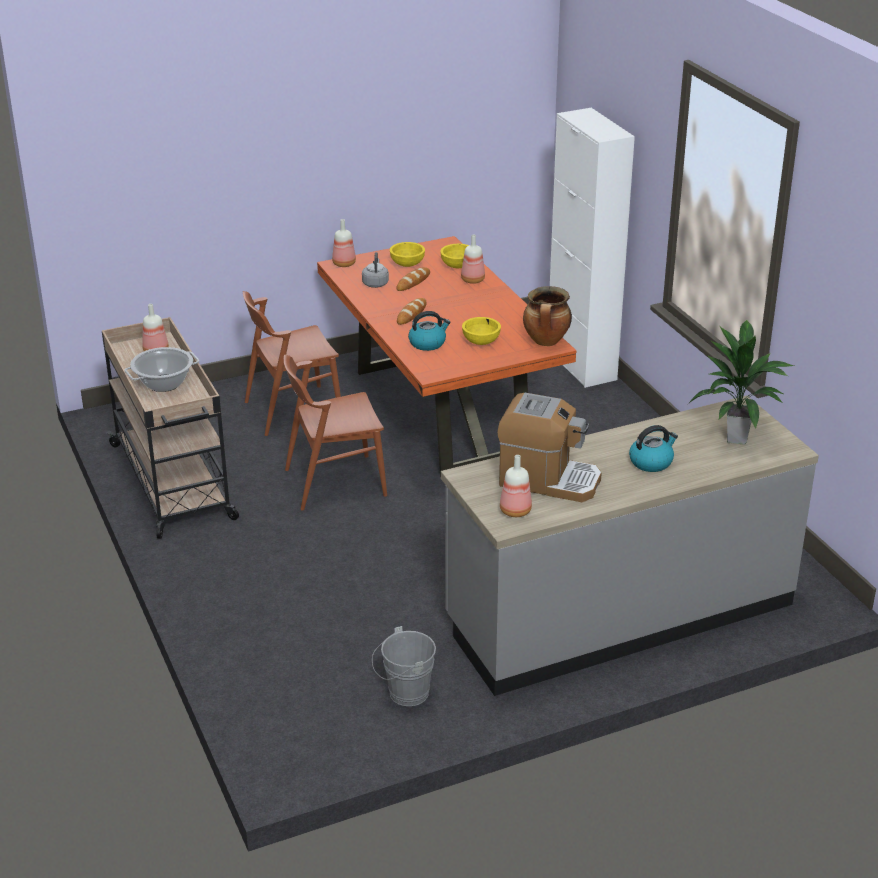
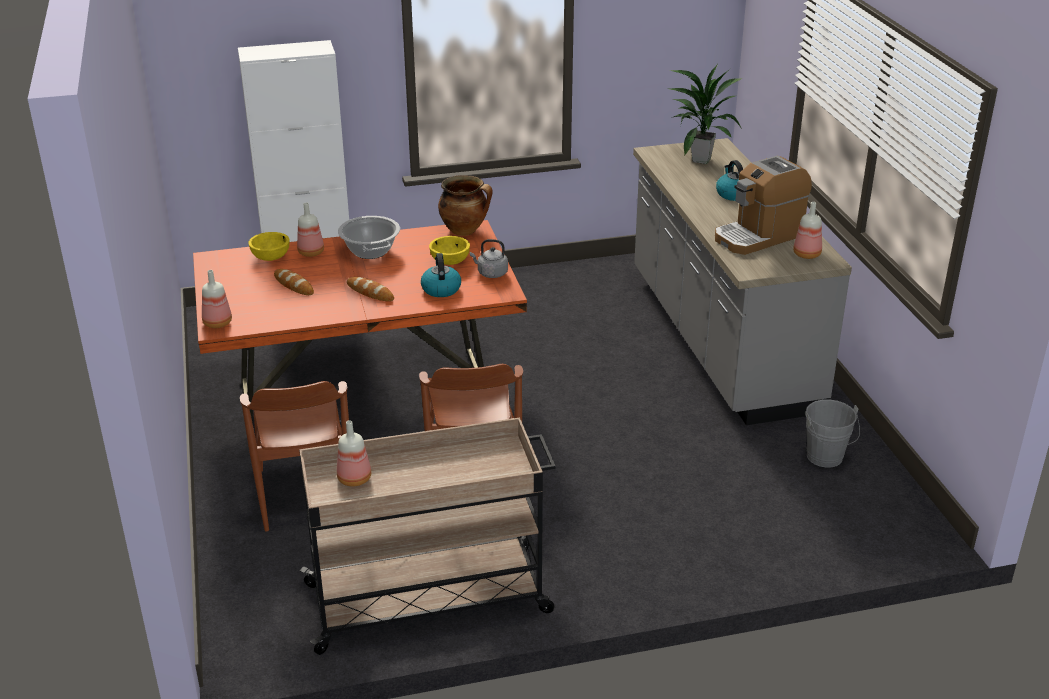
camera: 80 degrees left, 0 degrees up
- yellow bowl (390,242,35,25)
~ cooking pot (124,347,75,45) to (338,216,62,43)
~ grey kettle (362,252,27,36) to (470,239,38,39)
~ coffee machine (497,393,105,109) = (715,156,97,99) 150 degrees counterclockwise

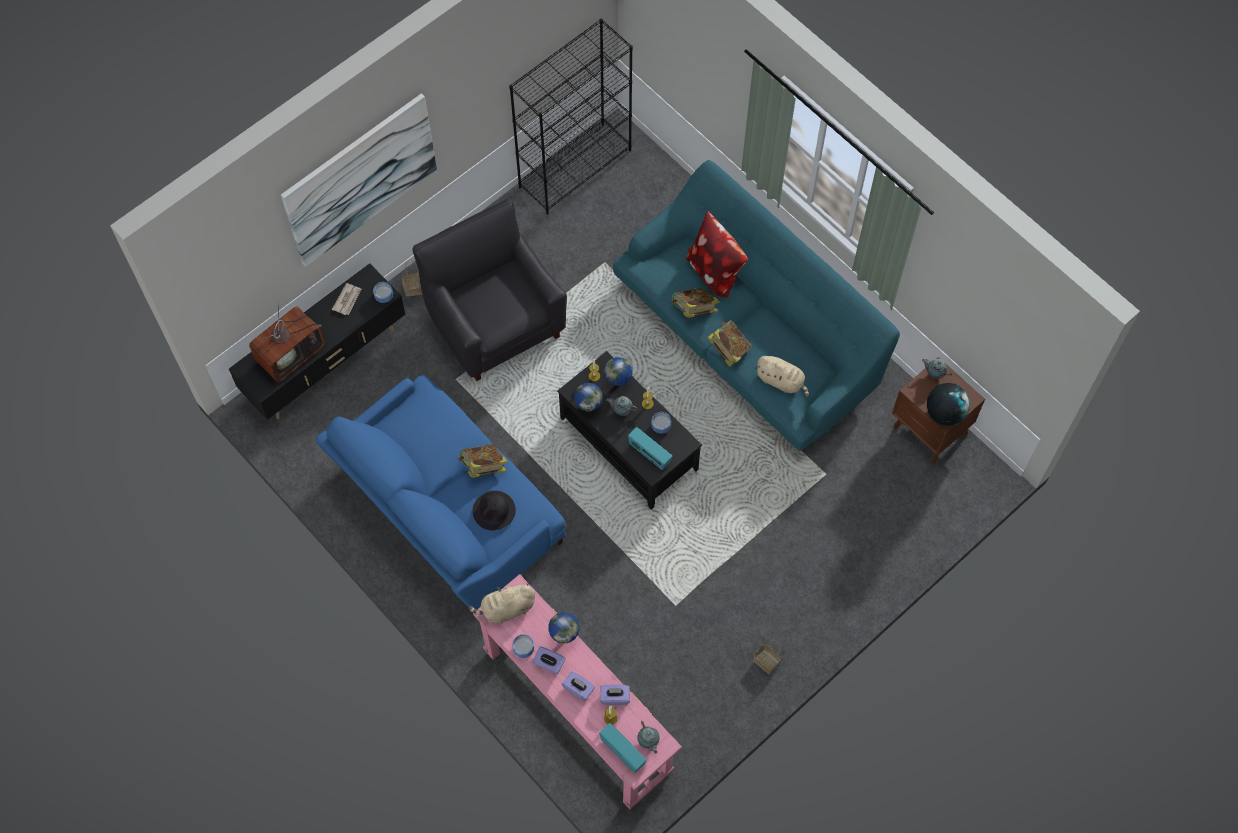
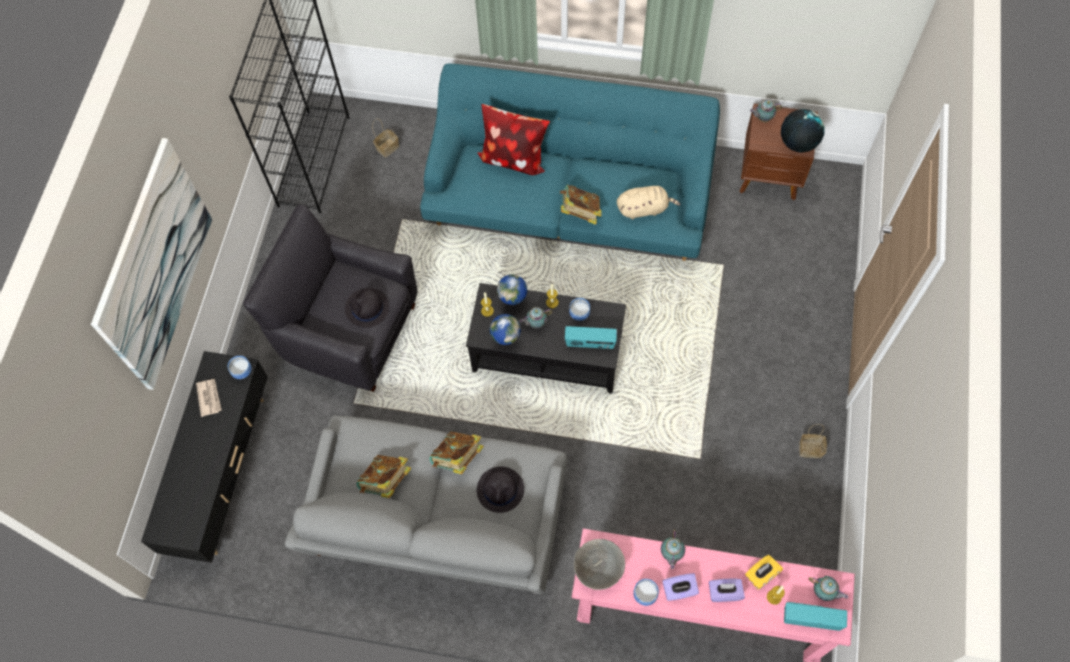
camera: 35 degrees left, 0 degrees up
- television (249,303,76,79)
+ black hat (345,288,44,40)
~ basket (402,260,20,36) to (372,119,27,39)
~ book (671,287,49,31) to (357,455,54,43)
~ beige plush toy (468,581,67,43) to grey bowl (574,539,51,51)
~ globe (548,612,31,32) to teapot (661,529,24,40)
~ blue sofa (315,375,250,234) to grey sofa (285,415,282,179)
~ purple tissue box (600,684,30,21) to yellow tissue box (745,555,38,35)

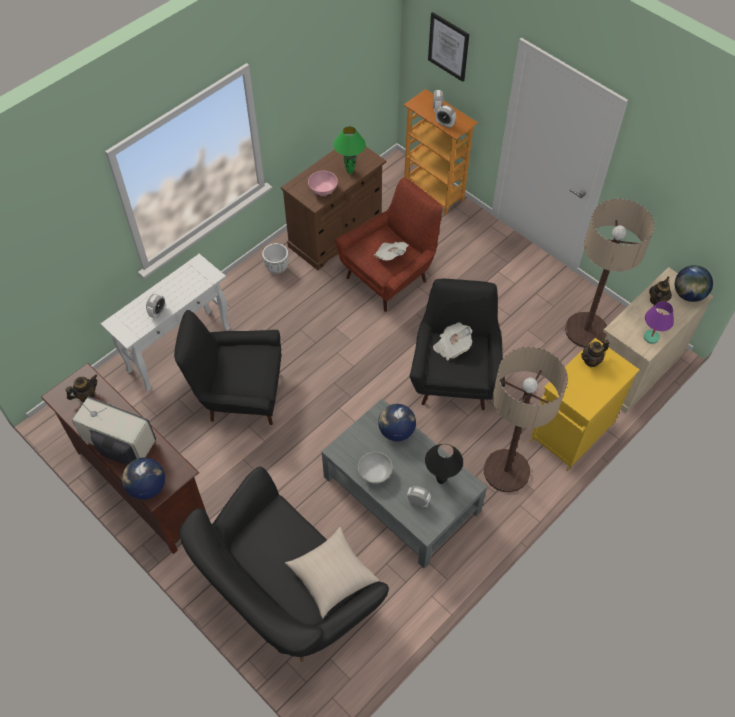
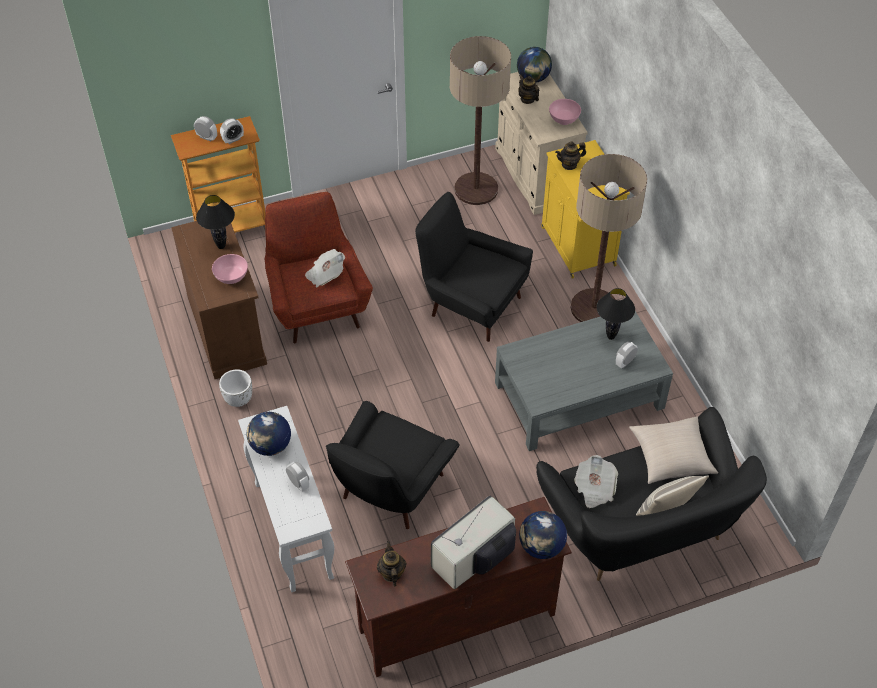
camera: 65 degrees left, 5 degrees down
- white bowl (358,452,35,32)
- picture (428,12,41,70)
+ pillow (636,476,73,40)
~ globe (378,404,38,37) to (247,412,44,44)
~ newspaper (433,322,40,38) to (574,455,44,53)
~ purple table lamp (644,301,30,43) to pink bowl (549,99,32,26)
~ green table lamp (334,126,32,48) to black table lamp (196,195,39,54)
~ teapot (581,340,28,27) = (555,142,31,28) 75 degrees clockwise

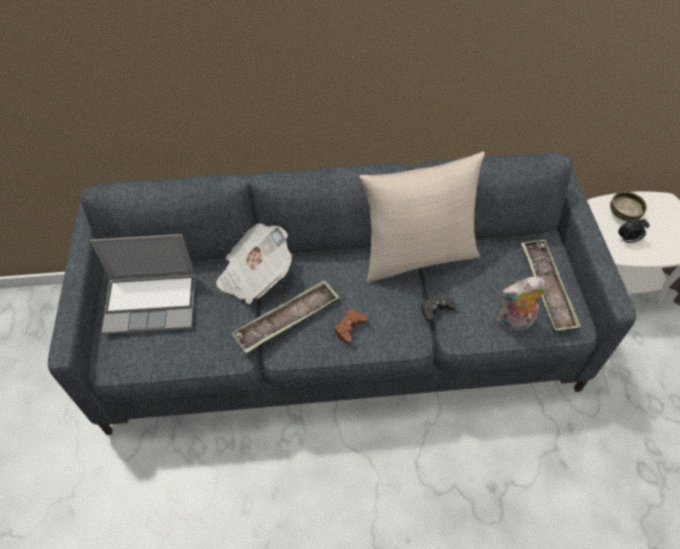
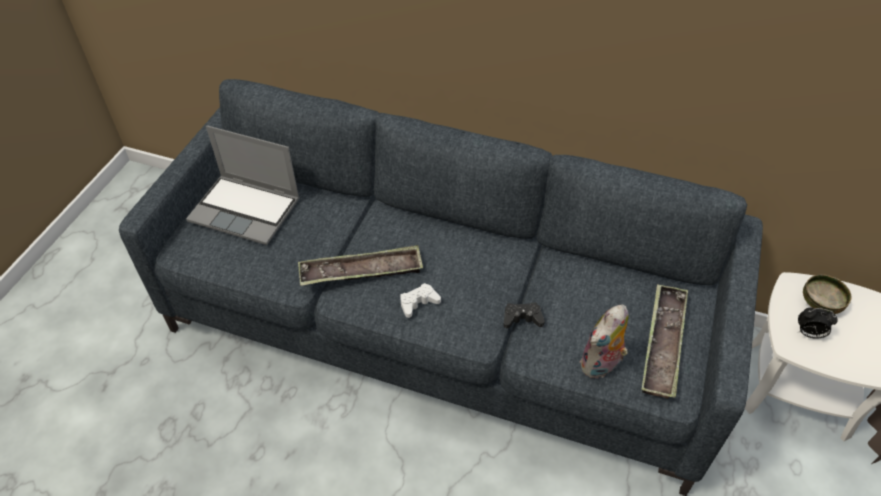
camera: 25 degrees right, 5 degrees down
- newspaper (216,223,76,81)
- beige pillow (359,152,126,131)
~ brown game controller (334,310,34,35) to white game controller (400,283,41,35)
~ plush toy (497,277,49,54) = (580,305,49,73) 60 degrees counterclockwise

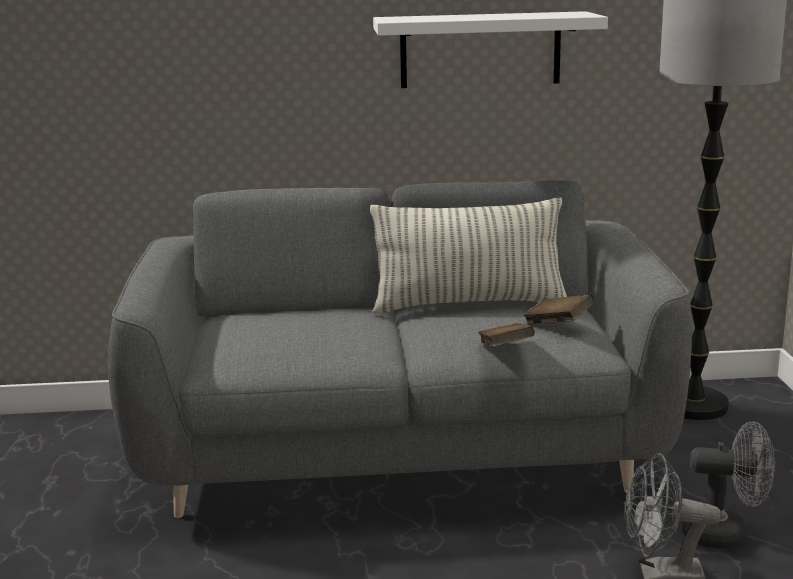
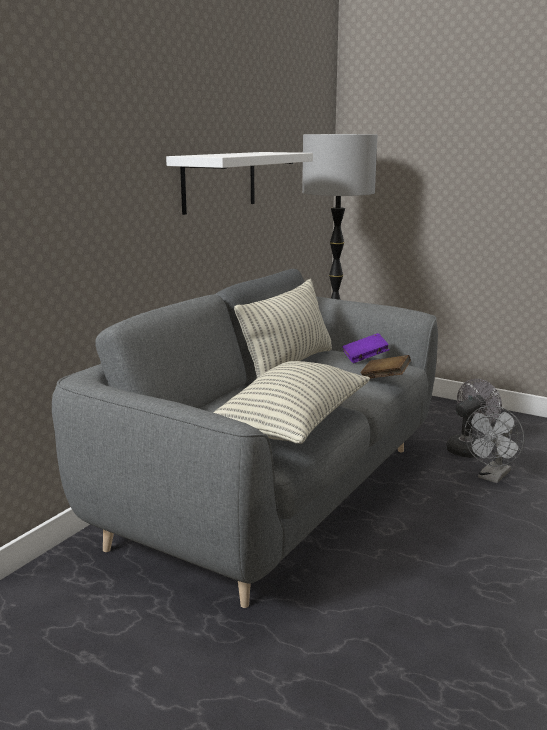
camera: 55 degrees left, 0 degrees up
+ pillow (213,361,157,83)
~ brown book (523,295,71,29) to purple book (342,333,47,30)

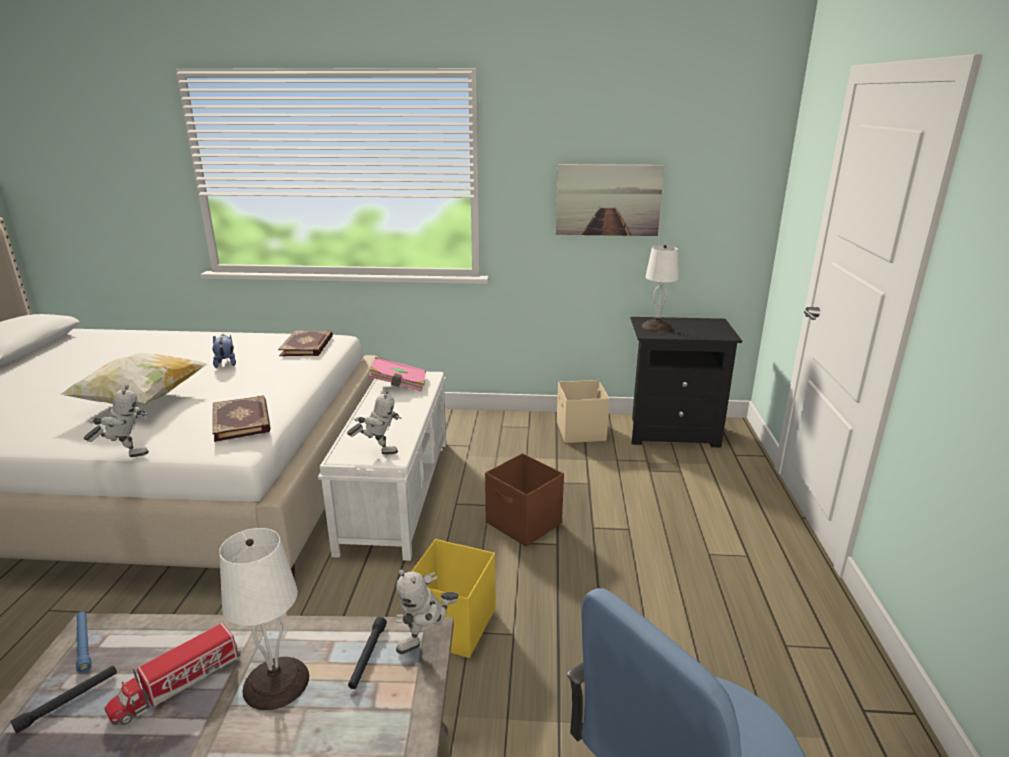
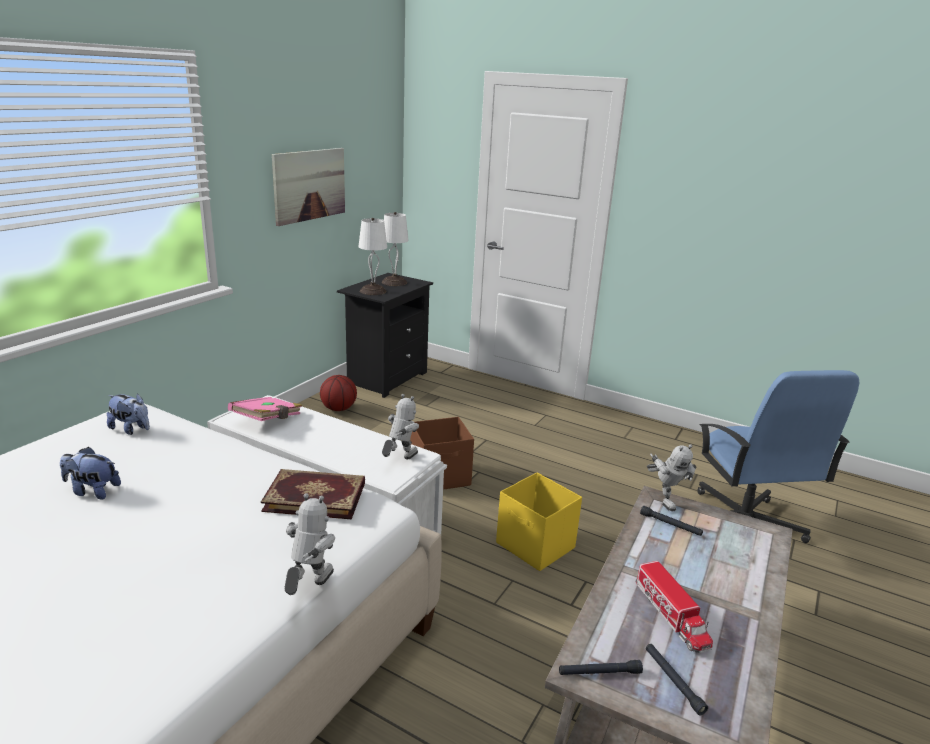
camera: 65 degrees left, 0 degrees up
- pillow (59,353,149,52)
~ white table lamp (219,528,90,182) to (382,212,27,74)
~ book (278,330,55,26) to plush toy (107,393,43,42)
~ beige storage box (557,380,53,63) to basketball (320,375,37,36)
~ blue flashlight (76,612,16,61) to black flashlight (559,660,84,15)

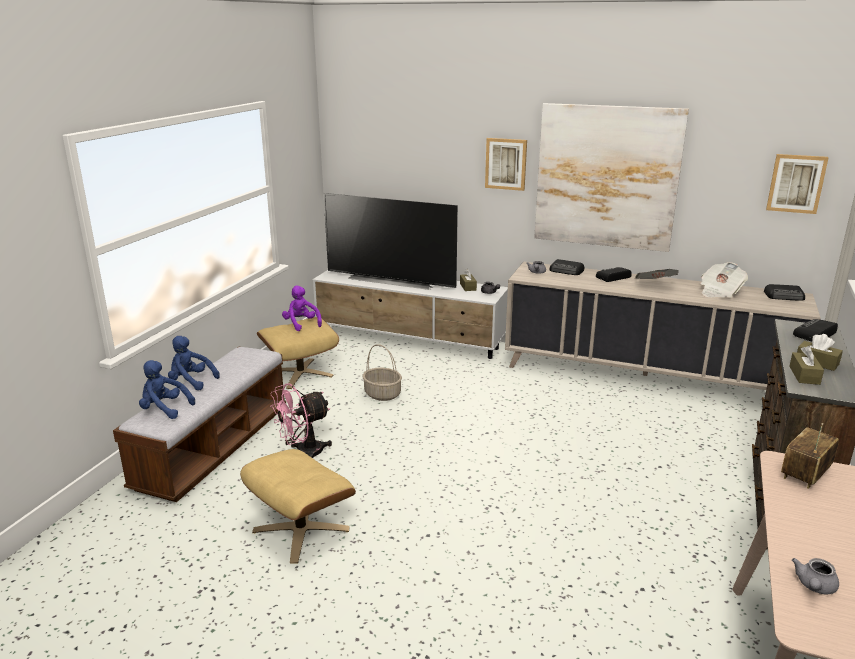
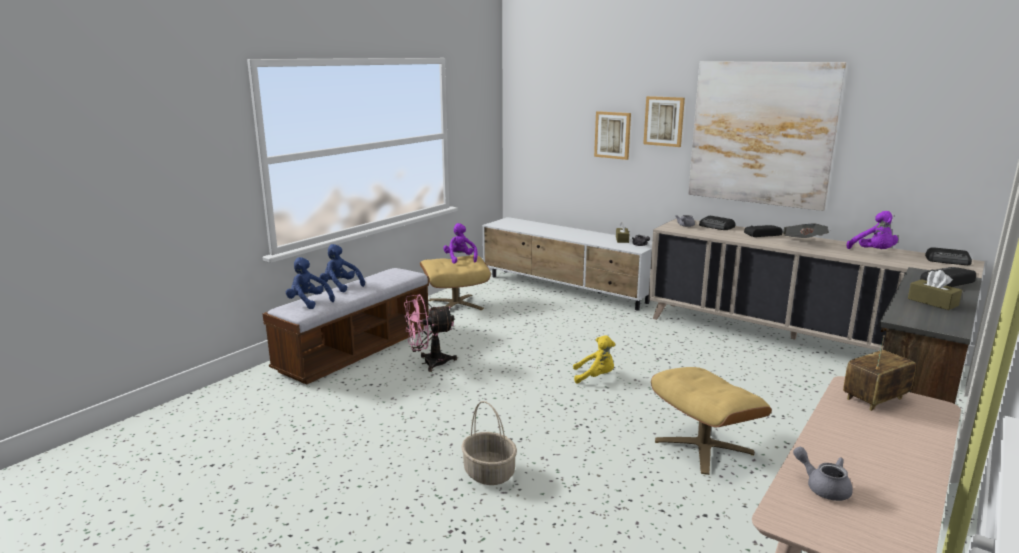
camera: 15 degrees right, 5 degrees down
- television (324,193,134,97)
- brown tissue box (789,346,35,39)
+ yellow plush toy (573,335,42,49)
~ beige ottoman (240,449,116,115) to (651,367,121,108)
~ basket (362,344,40,57) to (461,401,56,84)
~ picture (766,154,63,60) to (594,111,37,49)
~ newspaper (700,262,48,36) to purple plush toy (847,211,51,38)
~ grey teapot (792,558,47,36) = (793,447,60,54) 90 degrees clockwise

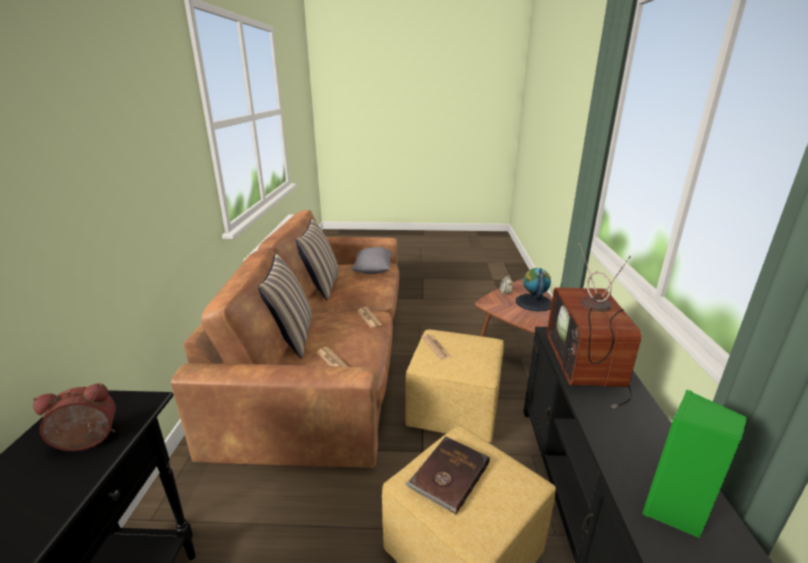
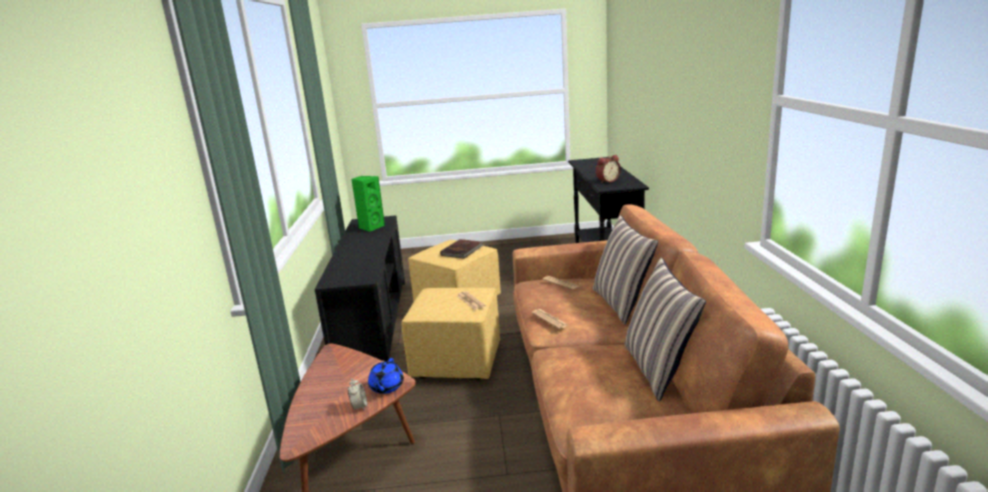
camera: 175 degrees right, 5 degrees down
- grey pillow (351,247,42,27)
- globe (516,268,36,44)
- television (547,243,94,165)
+ blue teapot (368,358,36,36)

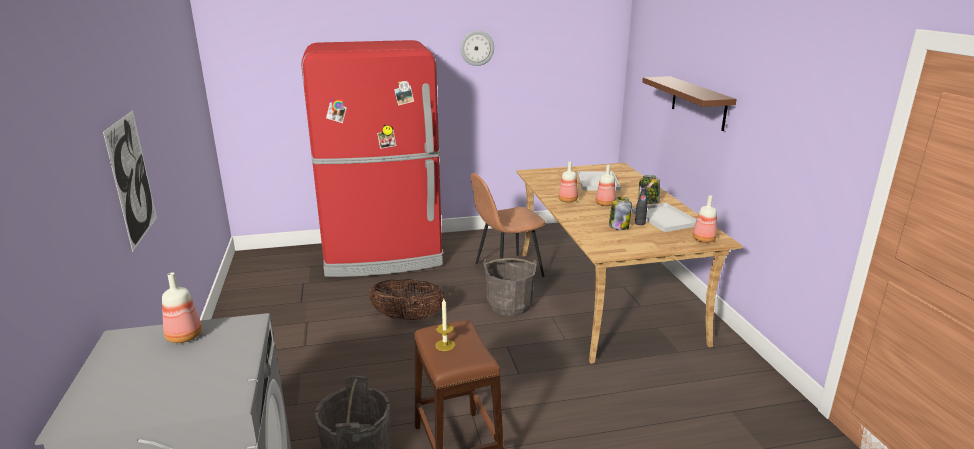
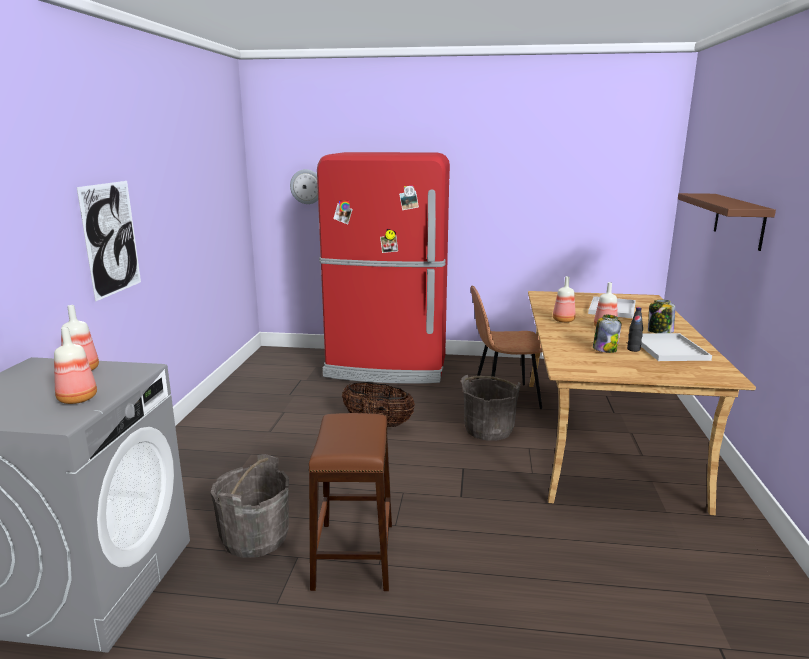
camera: 20 degrees right, 5 degrees down
- candle (435,299,20,52)
~ wall clock (460,30,34,36) to (290,169,28,35)
~ bottle (692,195,25,48) to (54,327,43,77)

